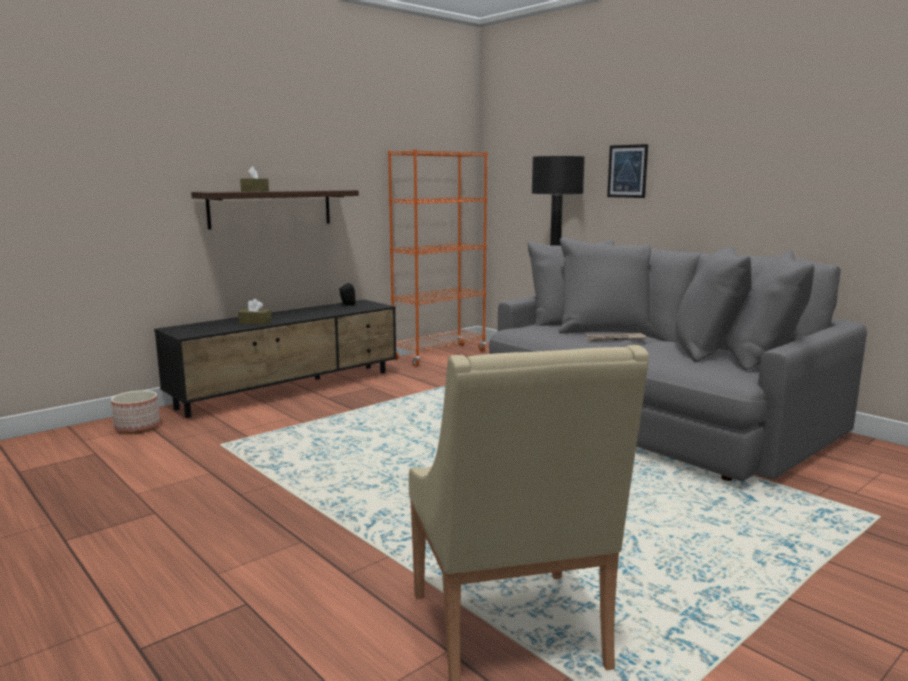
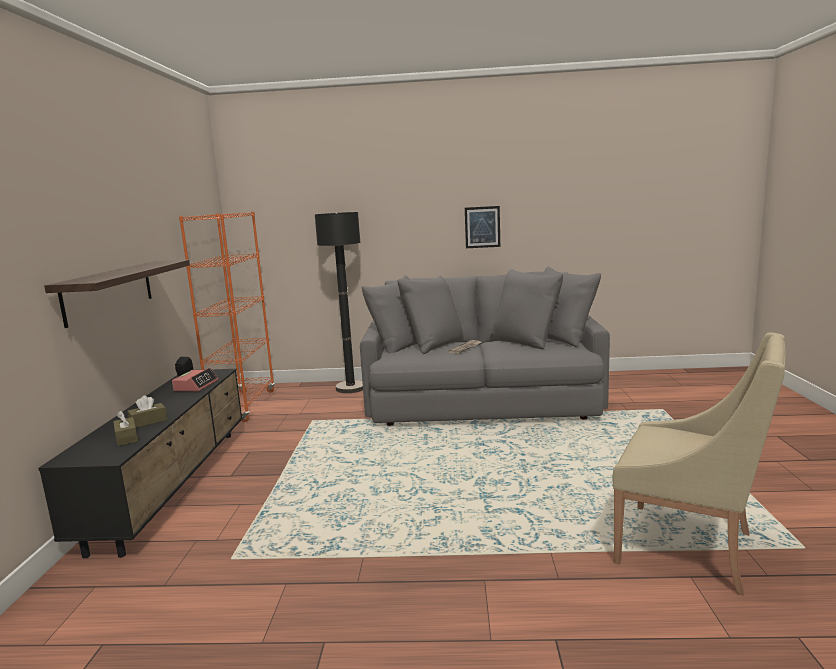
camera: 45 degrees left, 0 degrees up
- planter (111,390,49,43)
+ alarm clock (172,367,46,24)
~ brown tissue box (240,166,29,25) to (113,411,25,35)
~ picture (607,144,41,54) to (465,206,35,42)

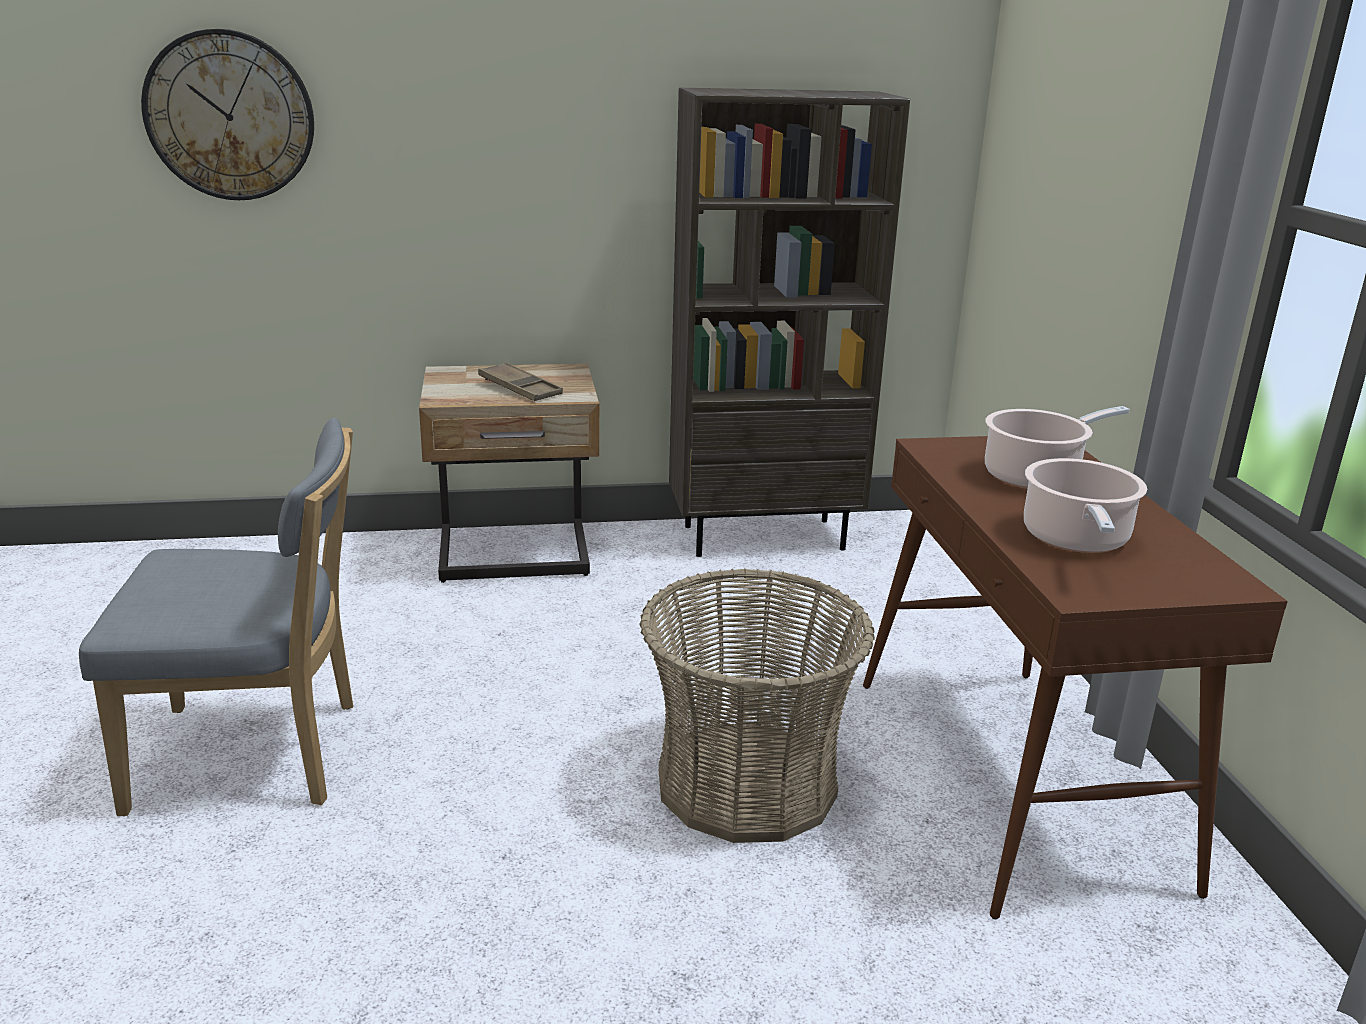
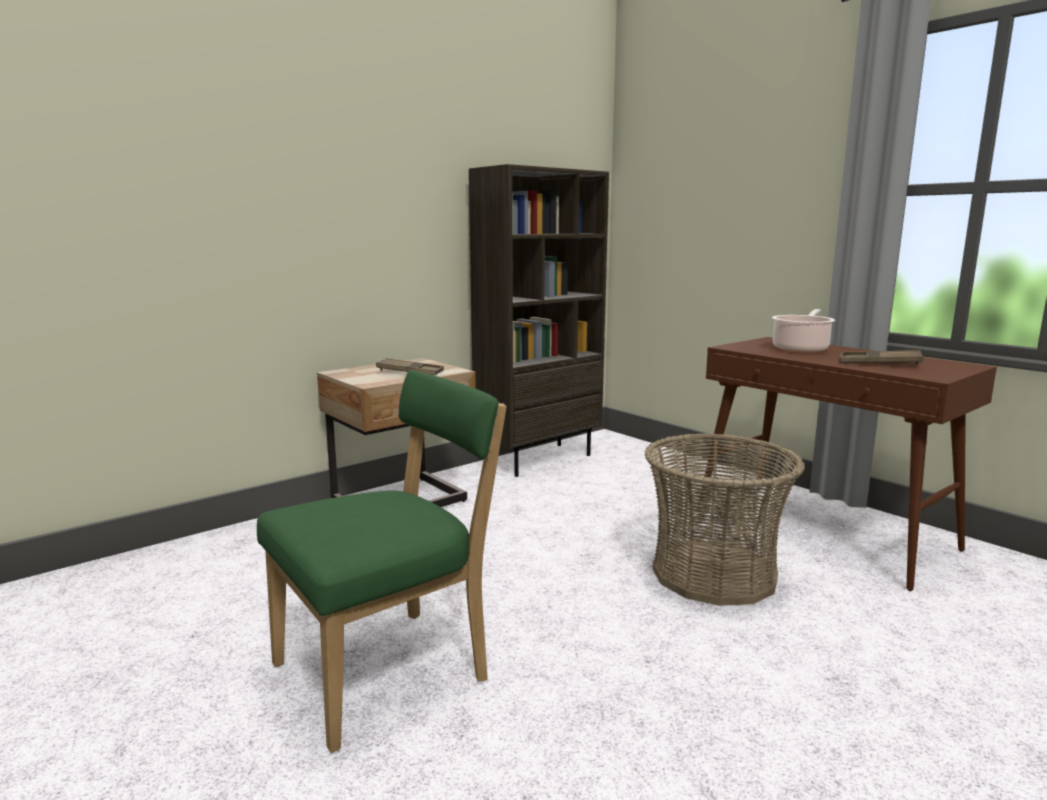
camera: 30 degrees left, 10 degrees down
- wall clock (141,29,173,171)
~ cooking pot (1024,458,123,95) to brown tray (840,350,83,15)
~ grey chair (79,418,274,398) to green chair (257,370,250,383)

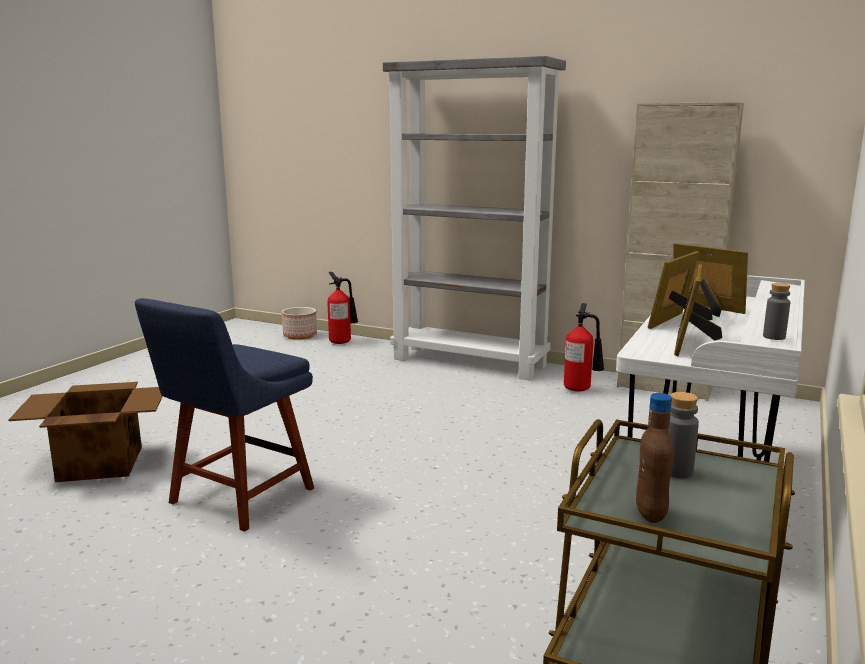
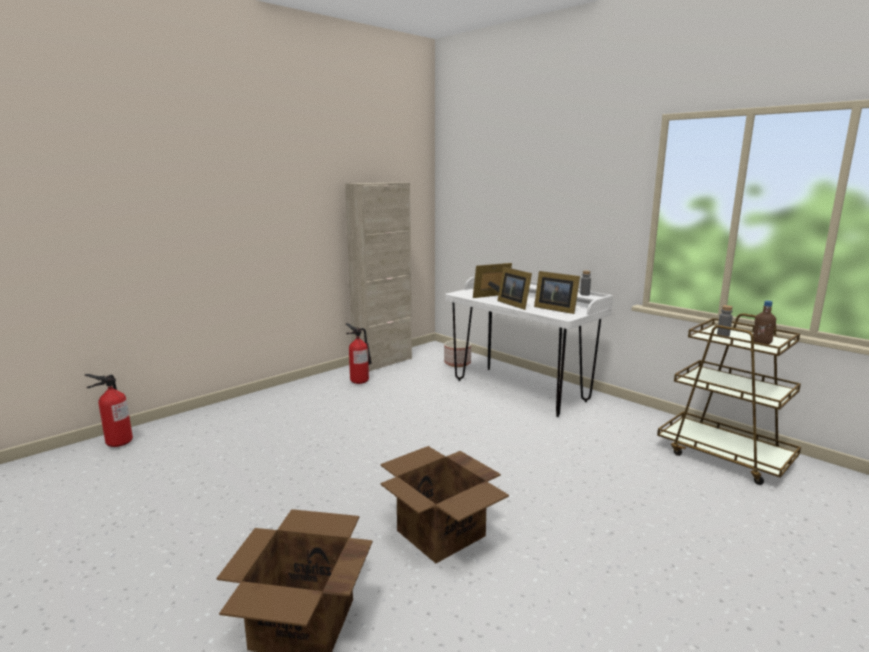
camera: 70 degrees left, 0 degrees up
- grey bookcase (383,56,183,325)
~ planter (282,307,35,33) to (444,340,27,27)
~ blue chair (135,298,179,234) to cardboard box (380,446,129,117)

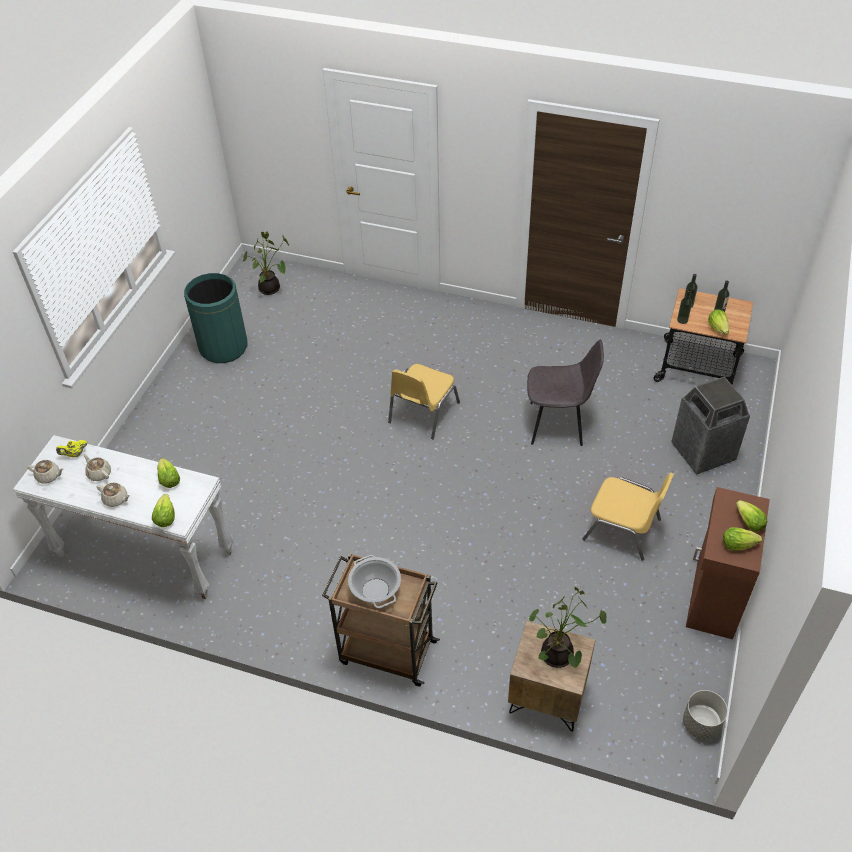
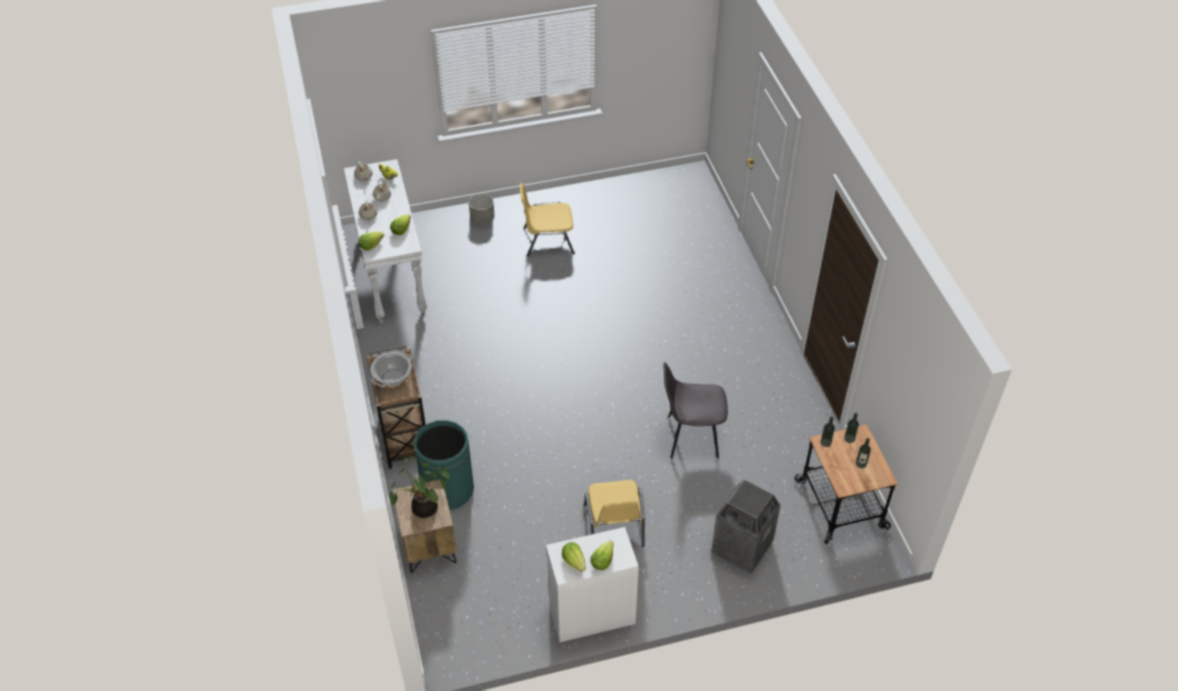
camera: 55 degrees right, 0 degrees up
- potted plant (243,232,46,63)
- lettuce (708,309,21,26)
~ green trash can (184,273,64,90) to (414,420,60,90)
~ yellow chair (388,364,72,75) to (520,183,55,74)
~ grey planter (683,690,45,50) to (469,193,26,32)
~ brown cabinet (686,487,84,152) to white cabinet (546,527,93,115)
~ grey chair (527,339,77,107) = (663,362,65,97) 120 degrees clockwise

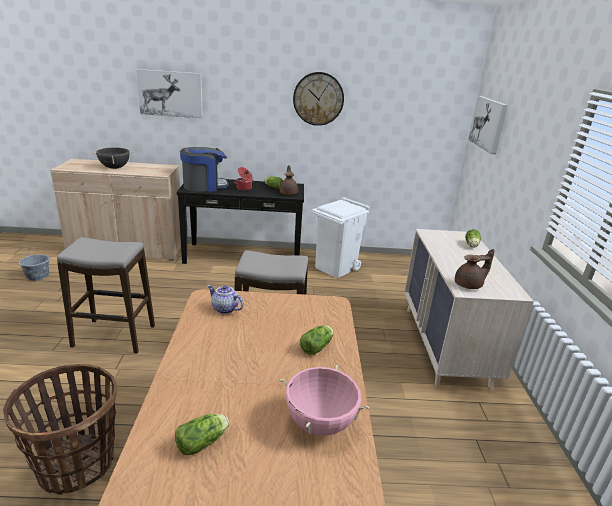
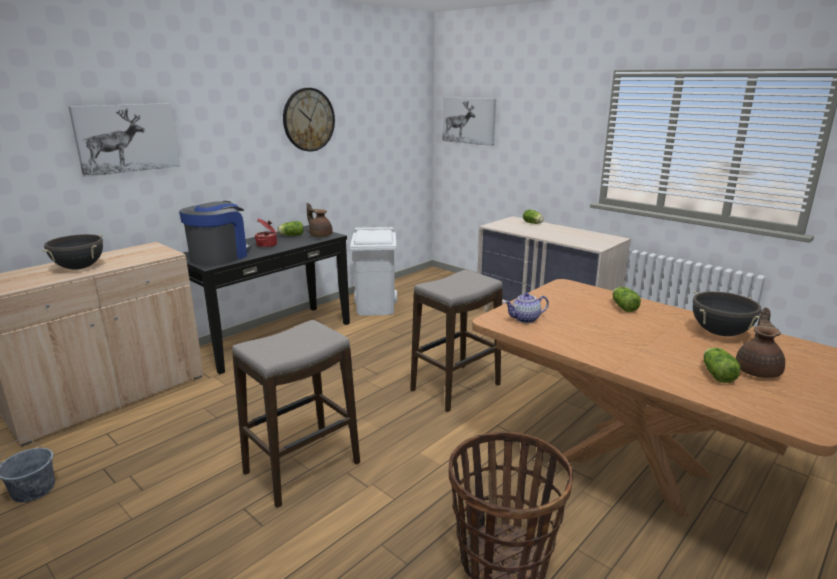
camera: 45 degrees left, 5 degrees down
~ brown teapot (455,249,40,40) to (736,307,49,71)
~ pink cooking pot (280,365,90,71) to black cooking pot (693,291,68,45)

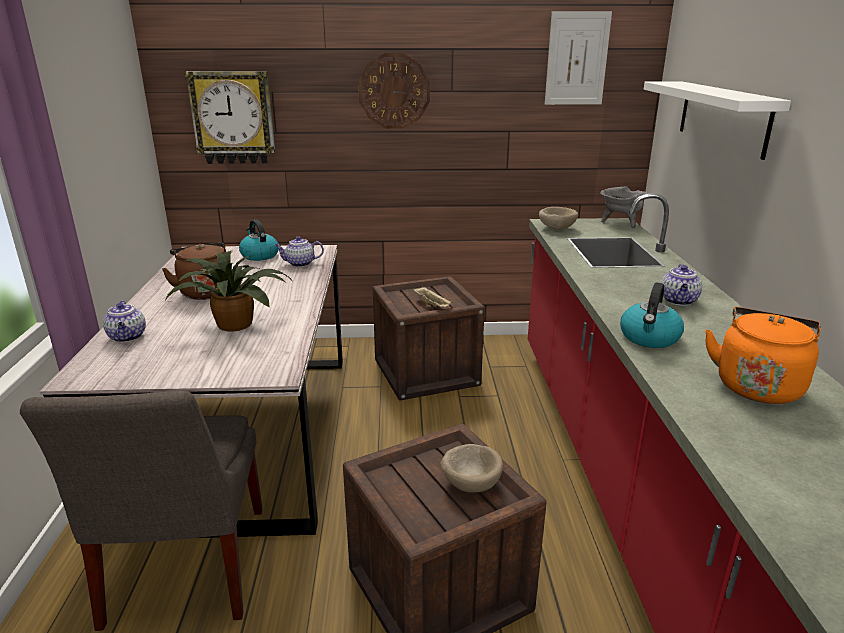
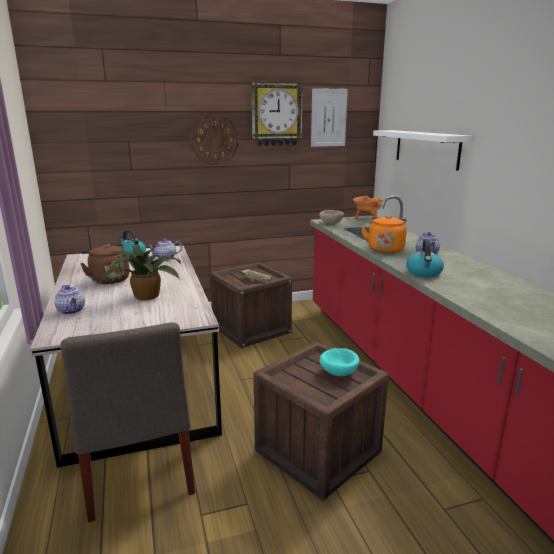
camera: 15 degrees left, 5 degrees down
~ wall clock (185,71,90,93) to (251,83,53,63)
~ orange kettle (705,307,116,97) to (361,215,46,38)
~ beige bowl (441,444,62,48) to turquoise bowl (320,348,39,28)
~ grey cooking pot (600,186,48,43) to orange cooking pot (353,196,29,23)

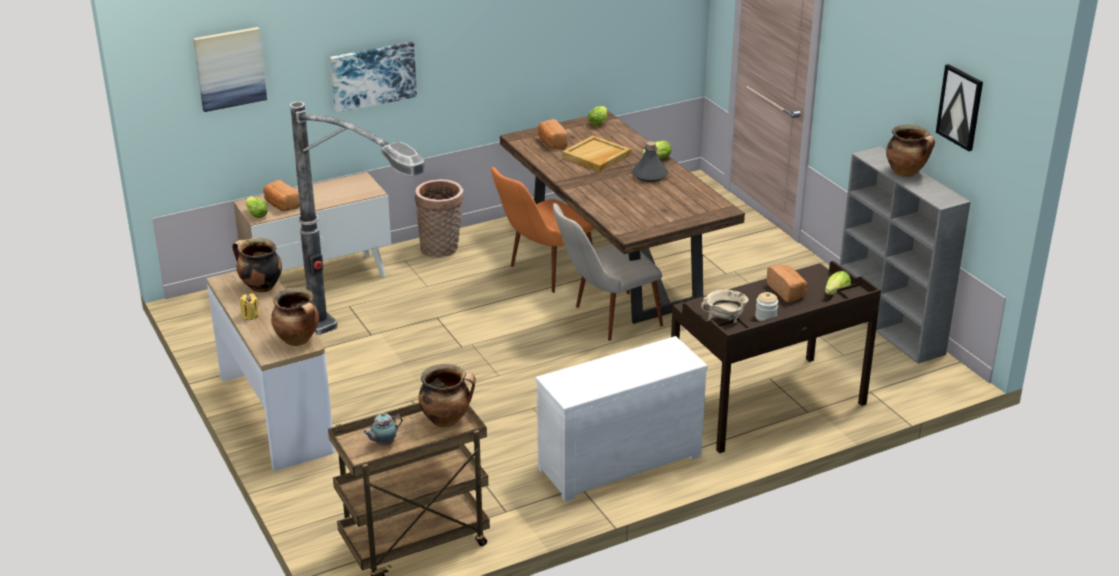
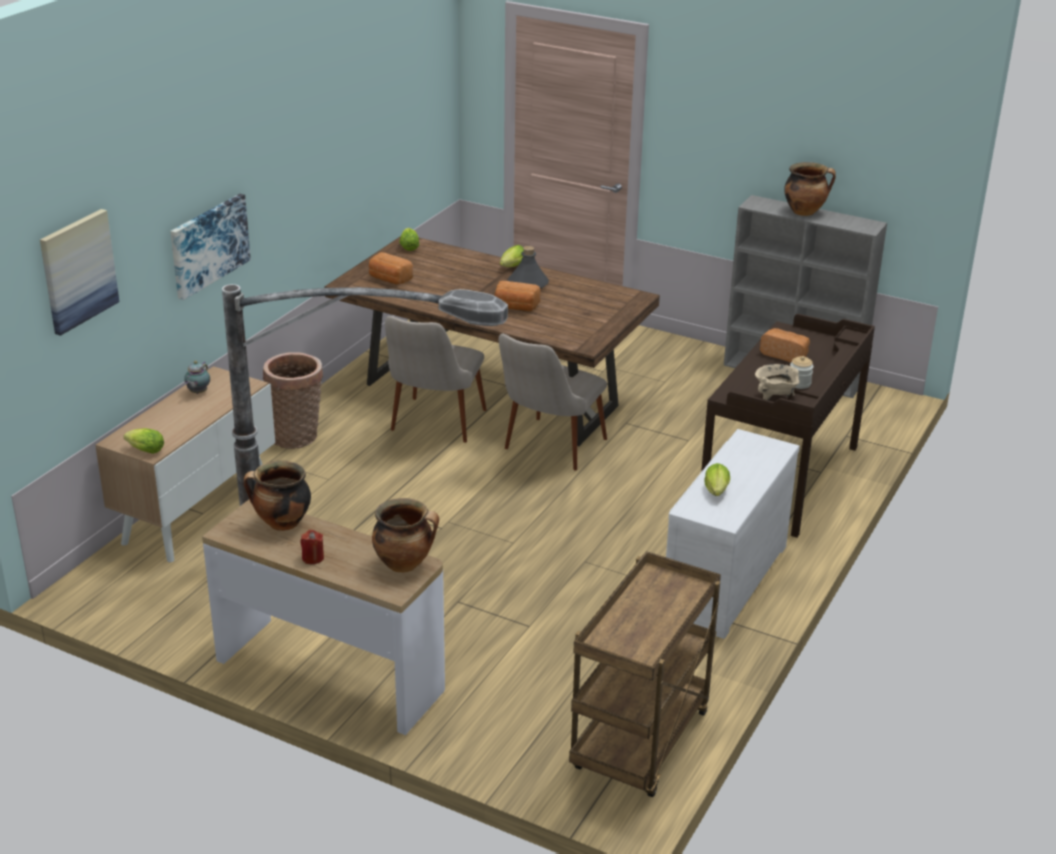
camera: 35 degrees left, 0 degrees up
- cooking pot (419,364,57,63)
- beige tray (562,136,69,36)
- picture (936,64,47,87)
~ bread (263,180,37,31) to (495,281,46,30)
~ teapot (363,412,40,34) to (184,361,26,33)
~ lettuce (825,271,26,24) to (704,463,26,33)
~ yellow candle (240,293,19,27) to red candle (300,530,24,34)
~ orange chair (491,167,104,126) to beige chair (385,316,101,127)

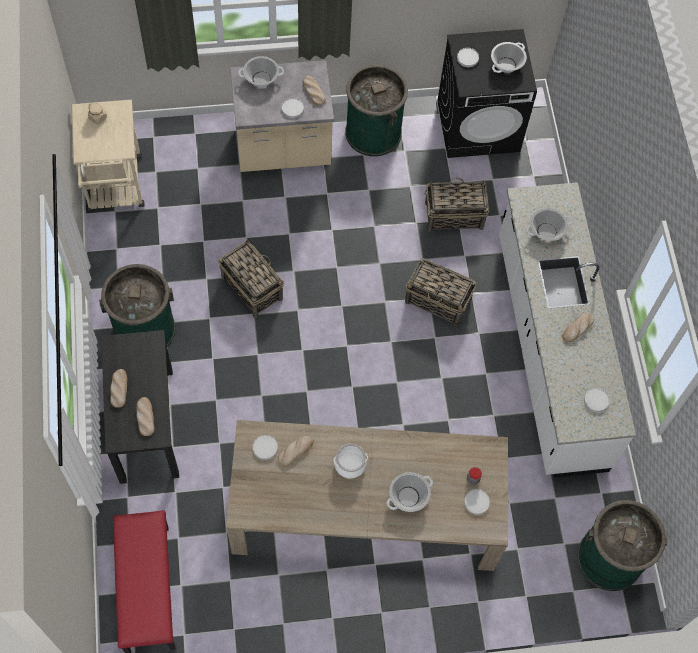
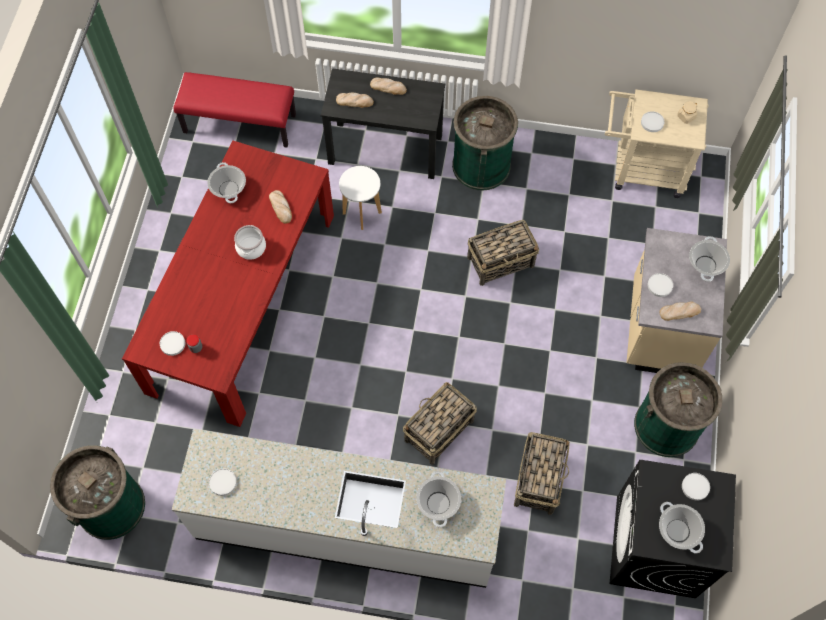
camera: 110 degrees right, 0 degrees up
- bread (562,313,32,29)
+ white stool (339,166,43,64)
~ white plate (253,435,25,25) to (641,111,24,21)
~ cooking pot (387,472,46,40) to (207,162,39,41)
~ beige dining table (226,420,282,151) to red dining table (122,141,212,286)

